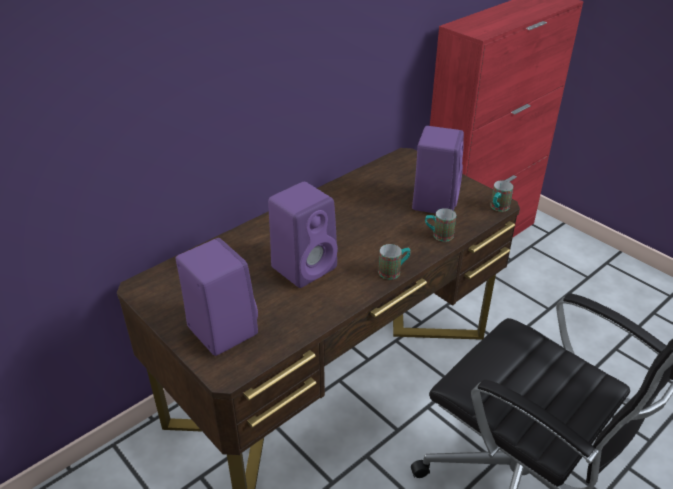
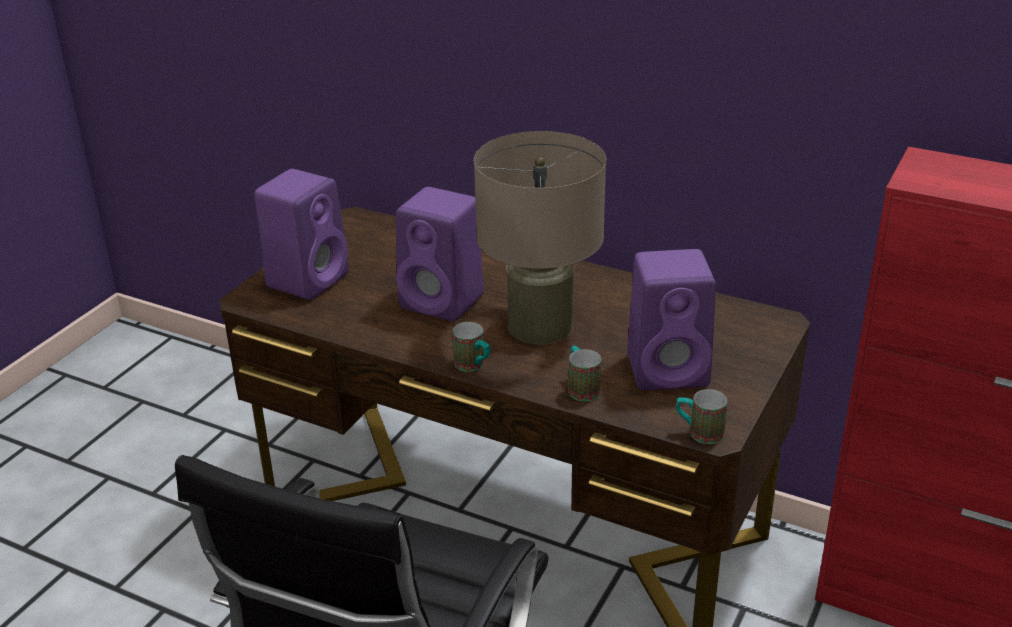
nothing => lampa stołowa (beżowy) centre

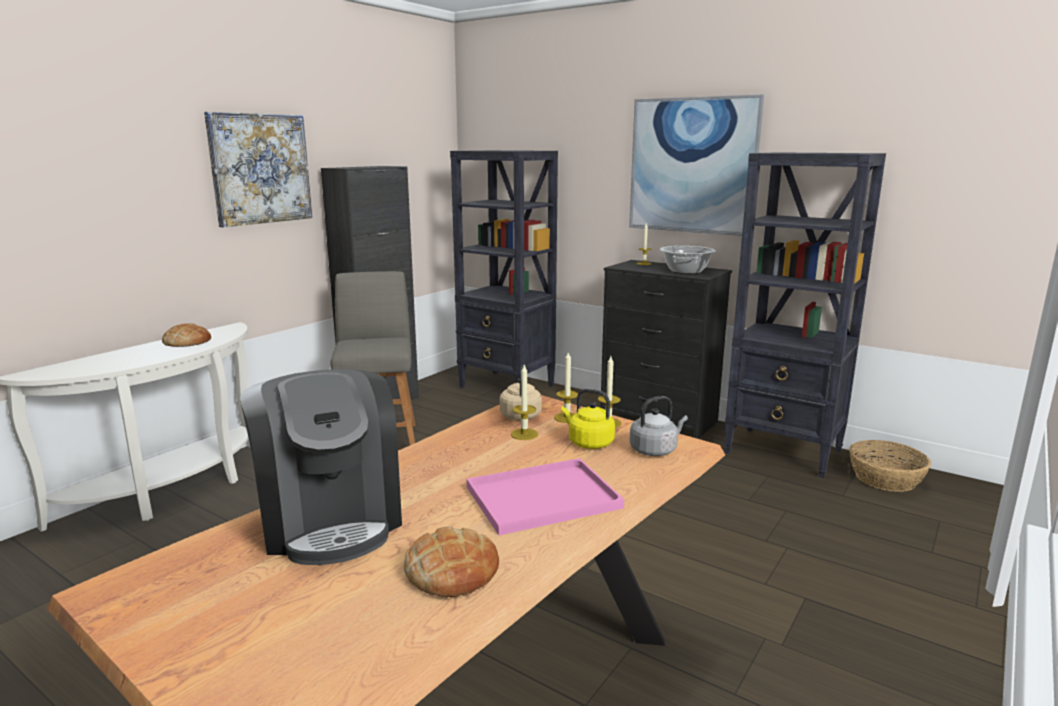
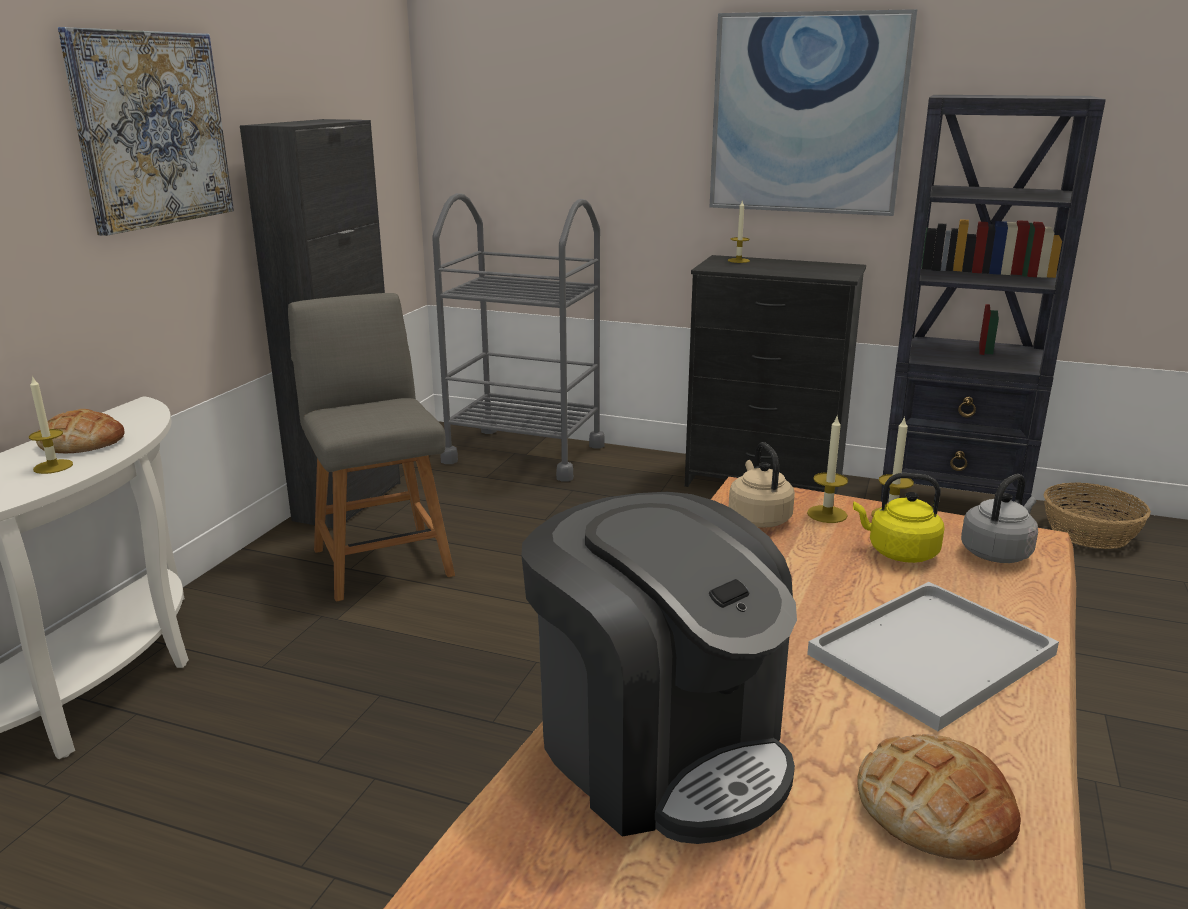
regał (czarny) (no. 1 from left) centre => wózek (szary) centre
garnek centre => nothing
świeca (no. 1 from left) centre => świeca (no. 1 from left) middle left, relocated
taca (różowy) bottom centre => taca (biały) bottom right

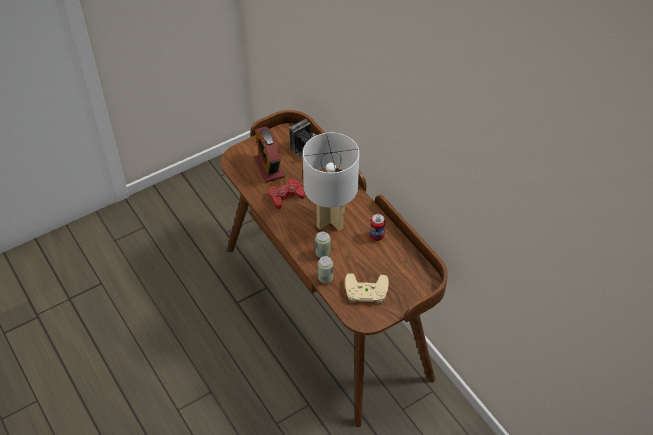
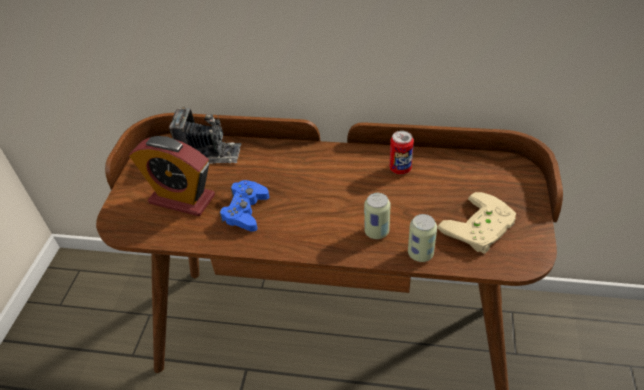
lampa stołowa (biały) centre => nothing
pad do gier (czerwony) centre => pad do gier (niebieski) centre

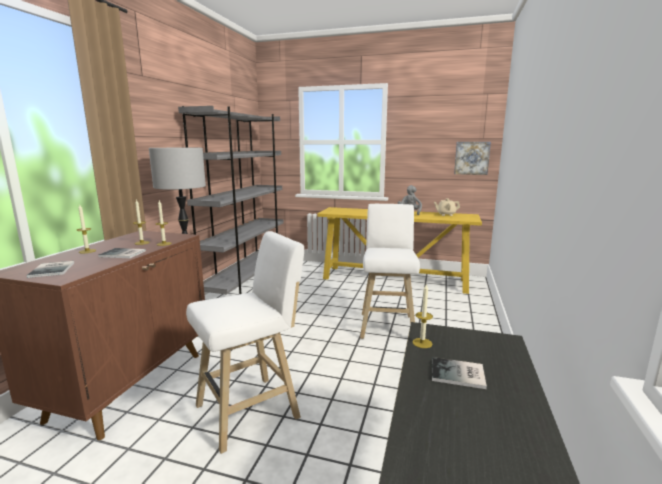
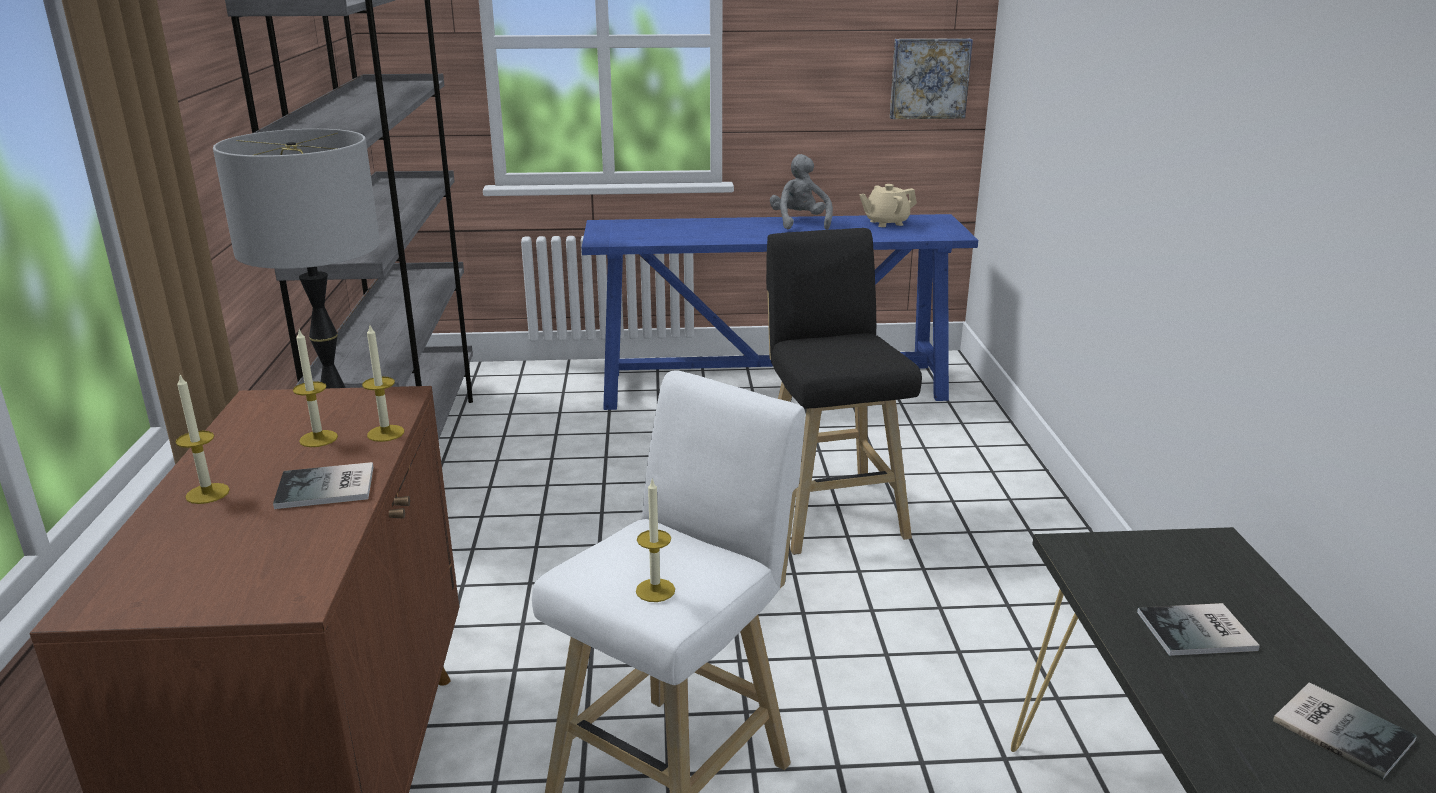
stołek (biały) (no. 2 from left) centre => stołek (czarny) centre
stolik konsolowy (żółty) centre => stolik konsolowy (niebieski) centre
książka (no. 1 from left in the first image) middle left => książka (no. 3 from left) bottom right, relocated
świeca (no. 4 from left) centre => świeca (no. 4 from left) bottom centre, relocated

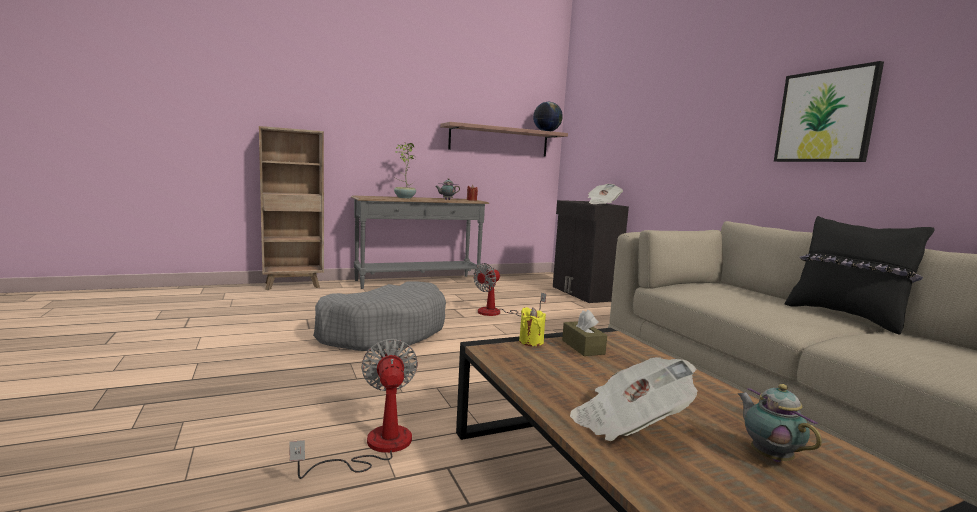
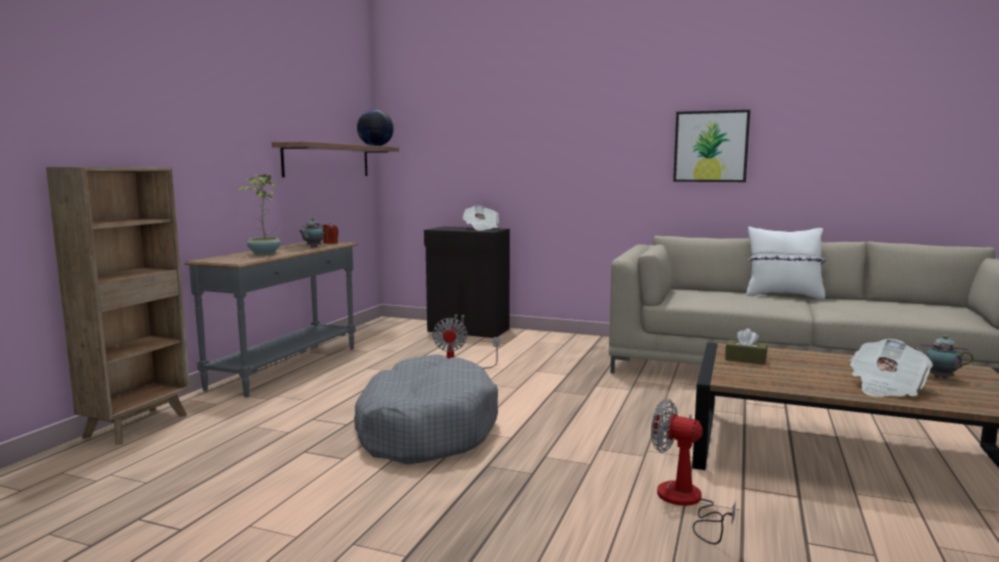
poduszka (czarny) middle right => poduszka (biały) middle right
świeca (żółty) centre => nothing

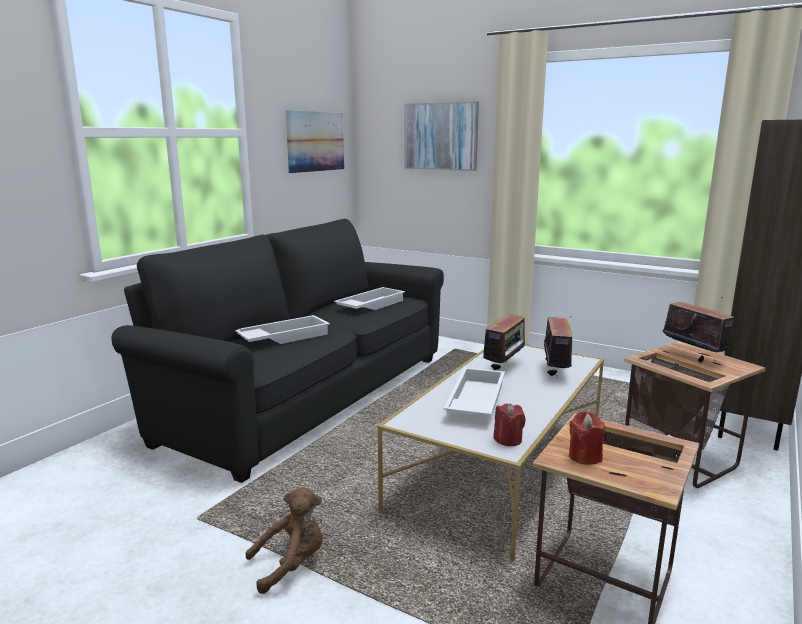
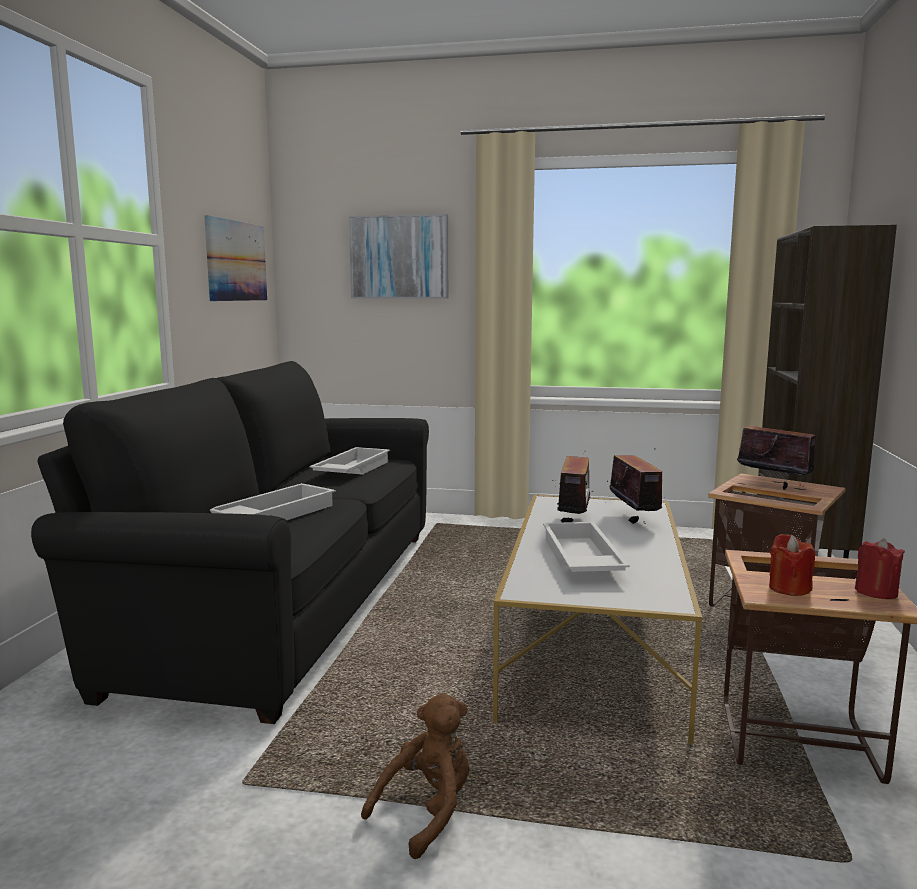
świeca (czerwony) (no. 1 from left in the first image) bottom centre => świeca (czerwony) (no. 2 from left) middle right, relocated

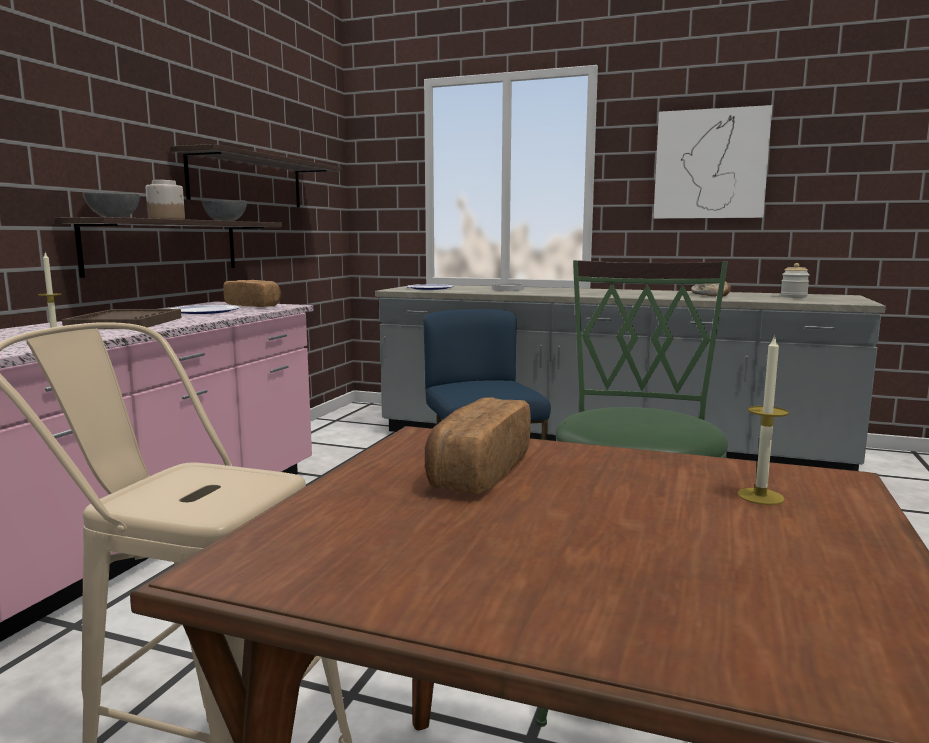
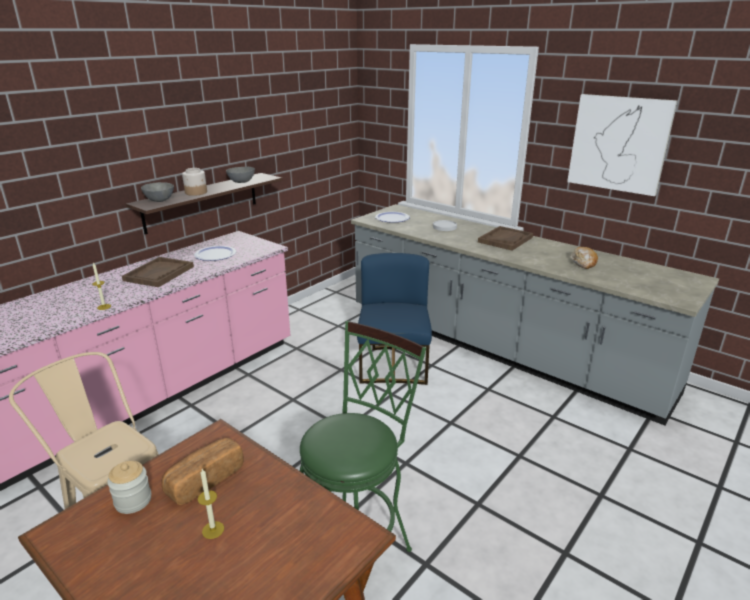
półka (no. 2 from left) top left => nothing
słoik (no. 2 from left in the first image) middle right => słoik (no. 1 from left) bottom left, relocated
chleb (no. 1 from left) middle left => nothing
świeca (no. 2 from left) middle right => świeca (no. 2 from left) bottom left, relocated
nothing => taca (brązowy) (no. 2 from left) middle right

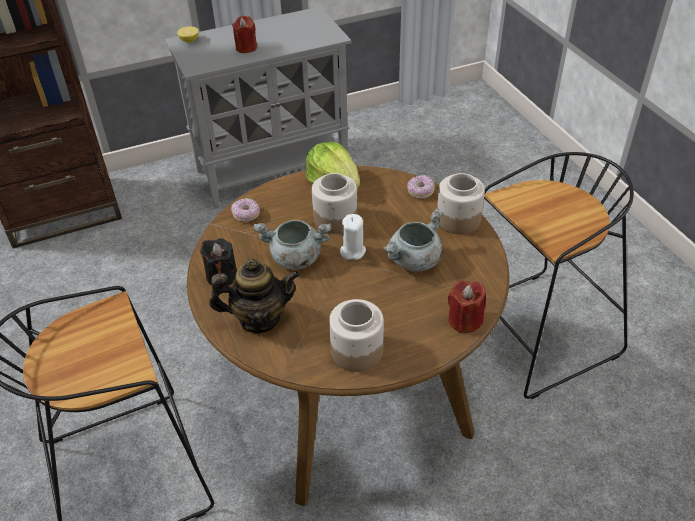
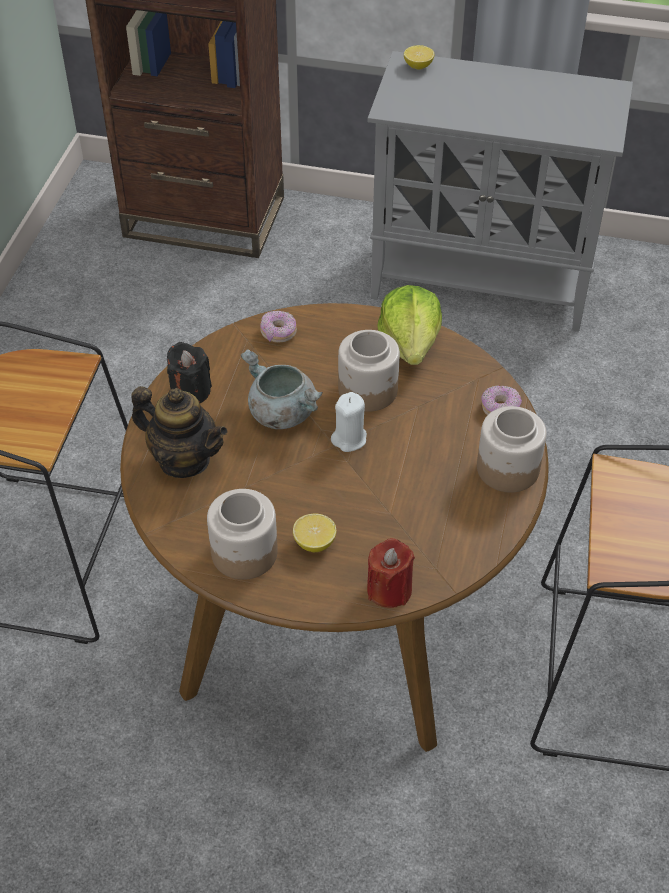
świeca (czerwony) (no. 1 from left) top centre => nothing
garnek (szary) (no. 2 from left) centre => nothing
nothing => cytryna (no. 1 from left) centre

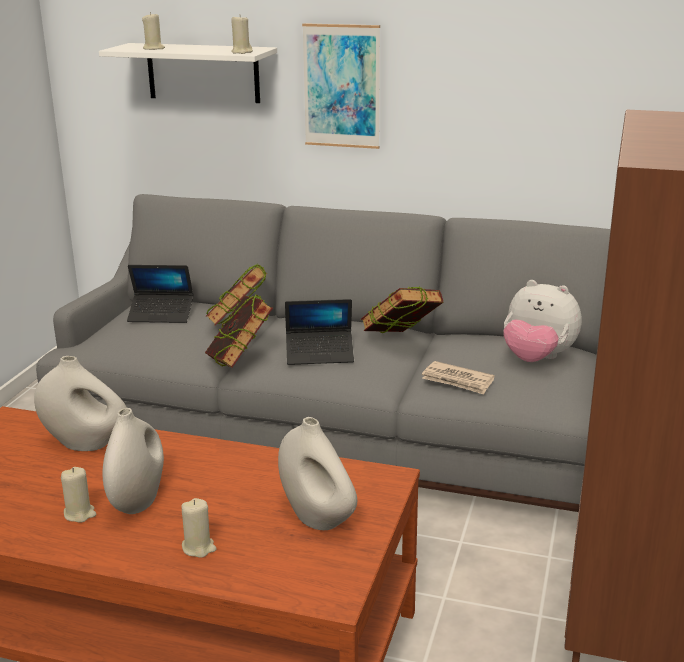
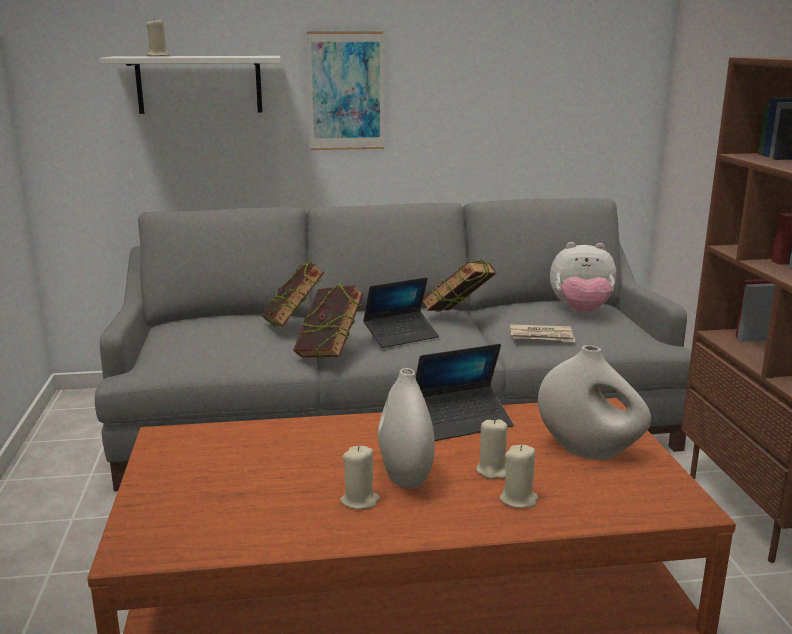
świeca (beżowy) (no. 4 from left in the first image) top centre => świeca (beżowy) (no. 3 from left) bottom centre, relocated
laptop (no. 1 from left in the first image) middle left => laptop (no. 2 from left) centre, relocated
wazon (biały) (no. 1 from left) middle left => nothing

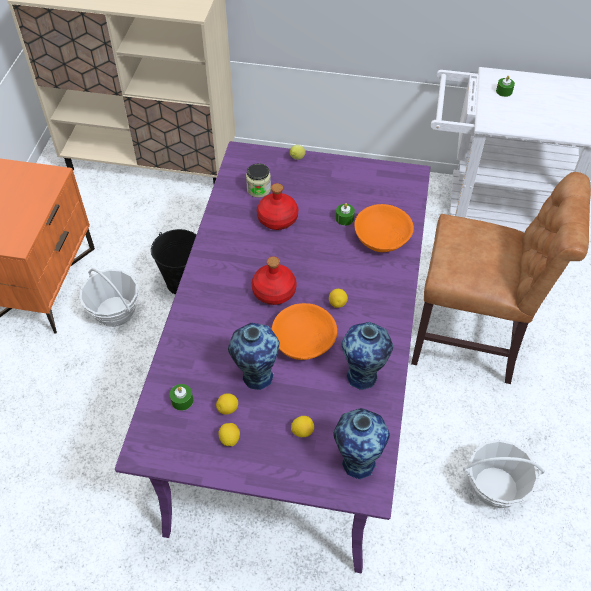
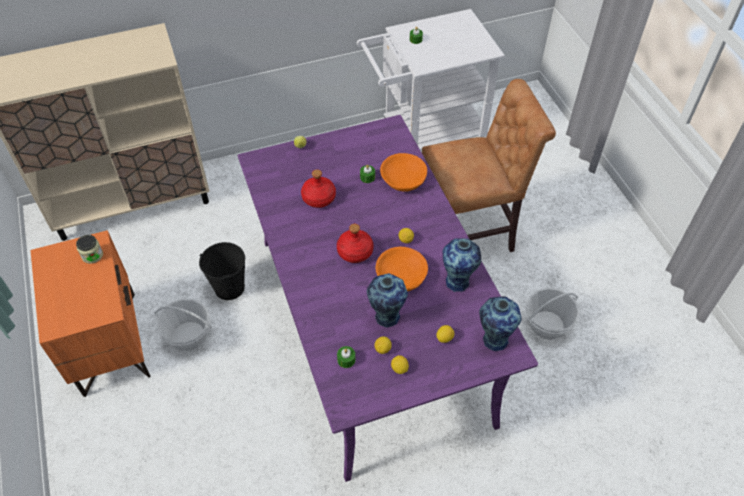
słoik top centre => słoik middle left, relocated

